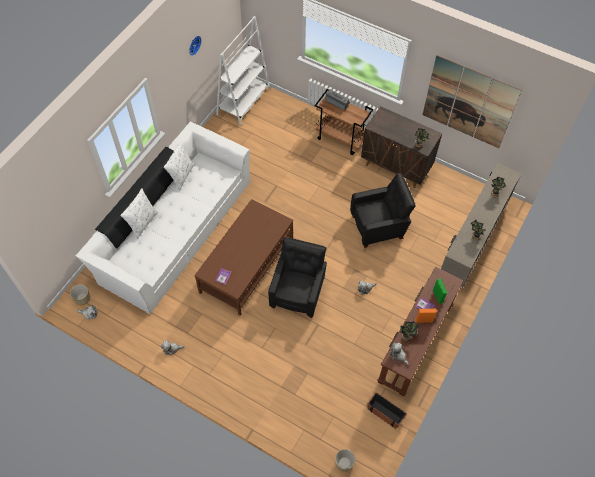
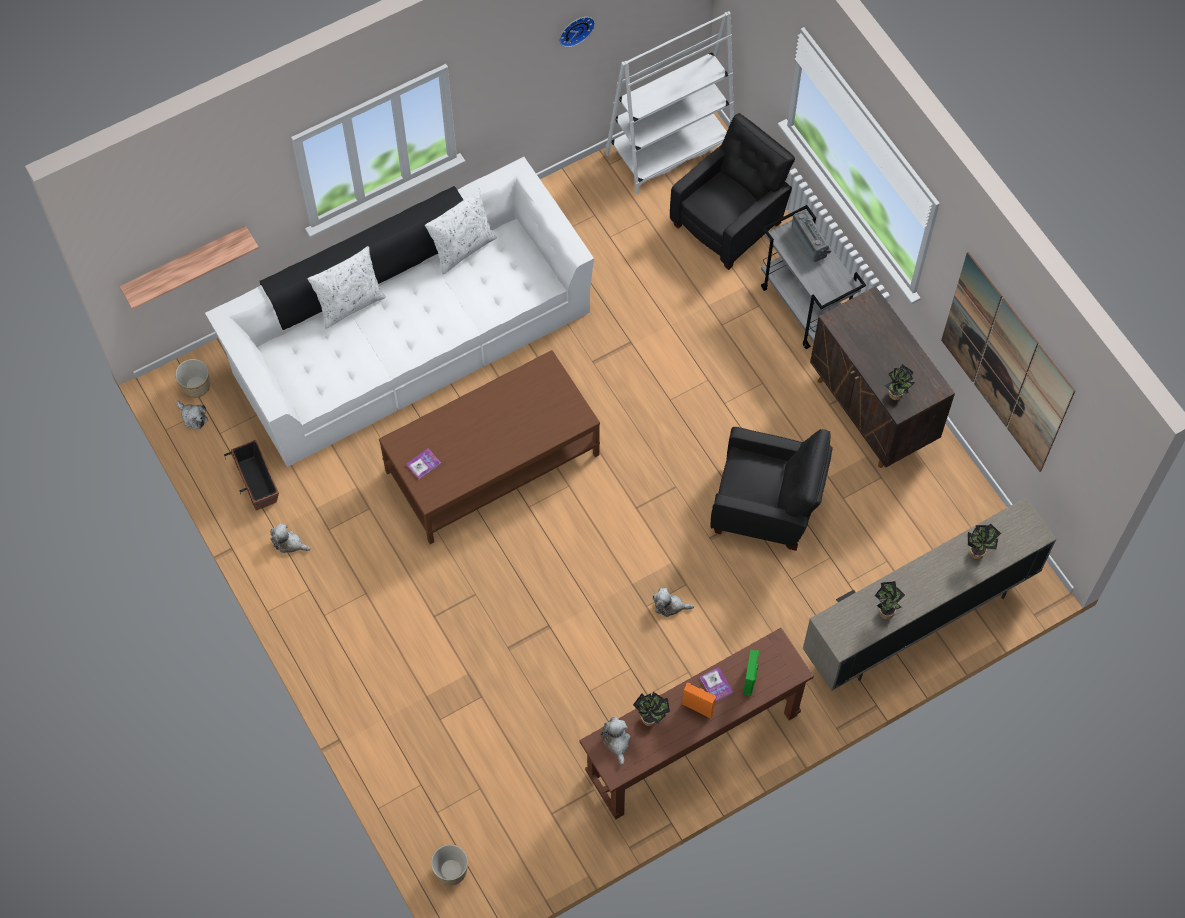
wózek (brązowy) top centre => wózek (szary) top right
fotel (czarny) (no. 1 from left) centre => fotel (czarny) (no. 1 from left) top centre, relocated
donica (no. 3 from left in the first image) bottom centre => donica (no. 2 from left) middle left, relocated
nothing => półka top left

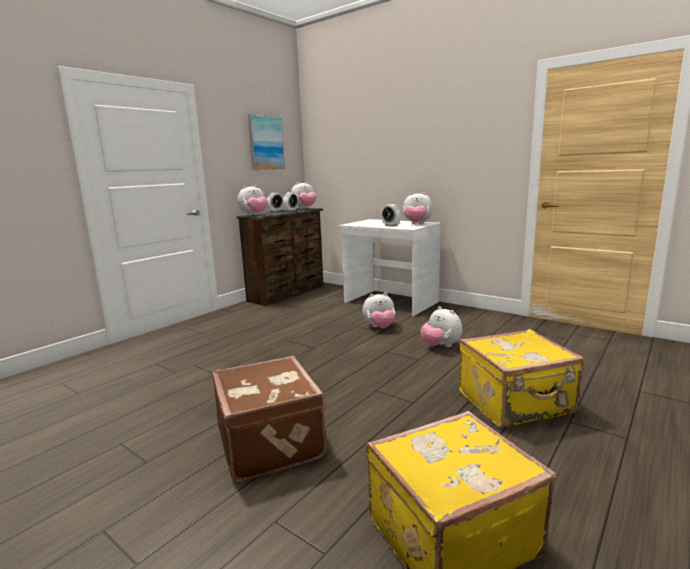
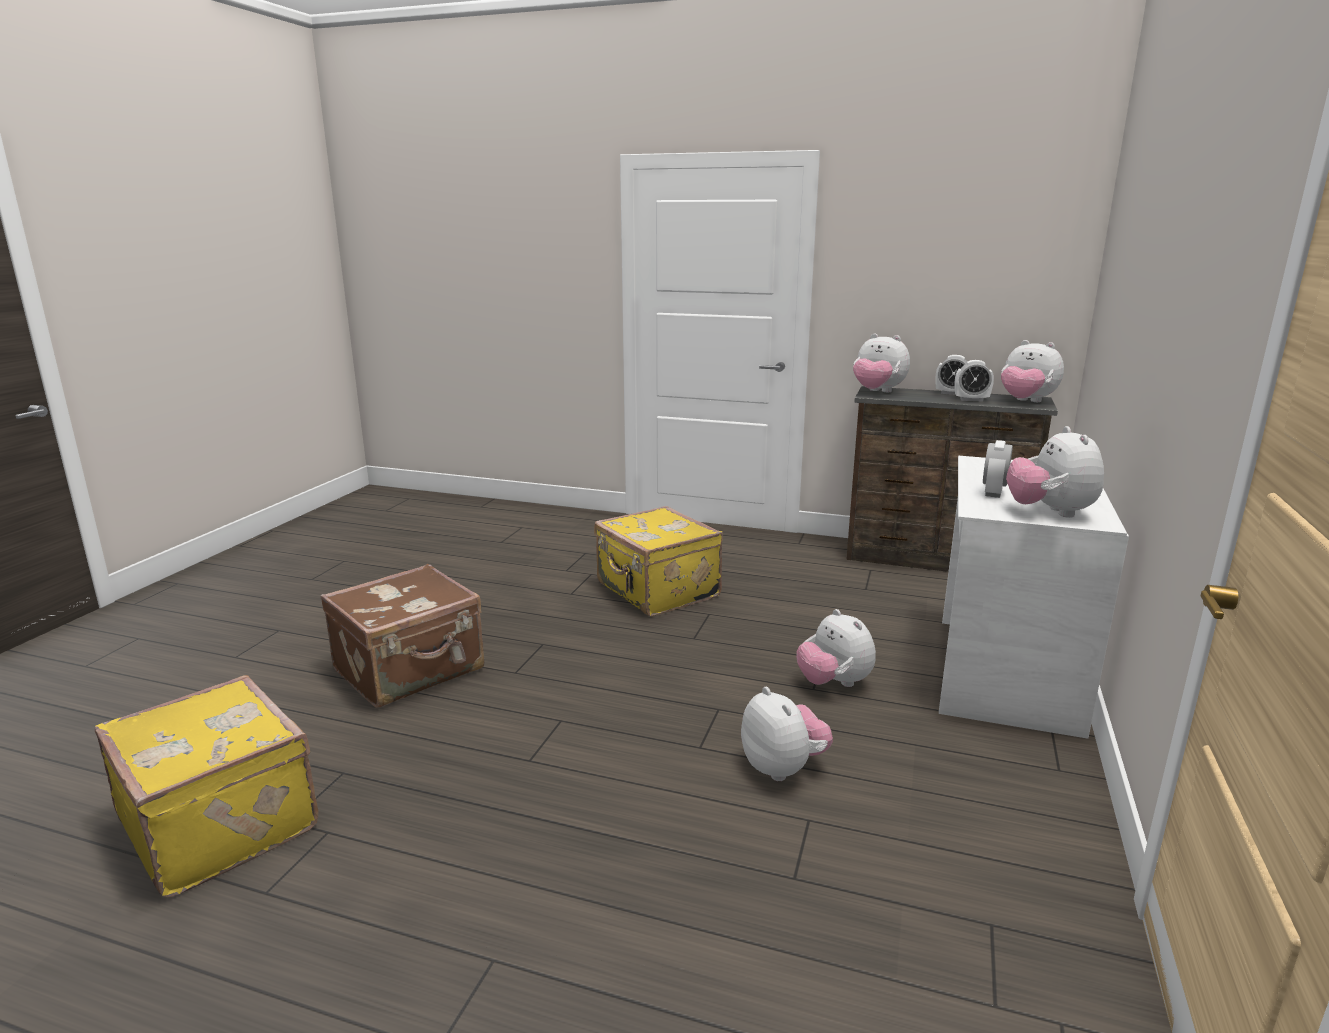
obraz top centre => nothing
pluszak (no. 5 from left in the first image) centre => pluszak (no. 1 from left) bottom centre, 120 degrees clockwise
walizka (żółty) (no. 2 from left) middle right => walizka (żółty) (no. 2 from left) centre, relocated

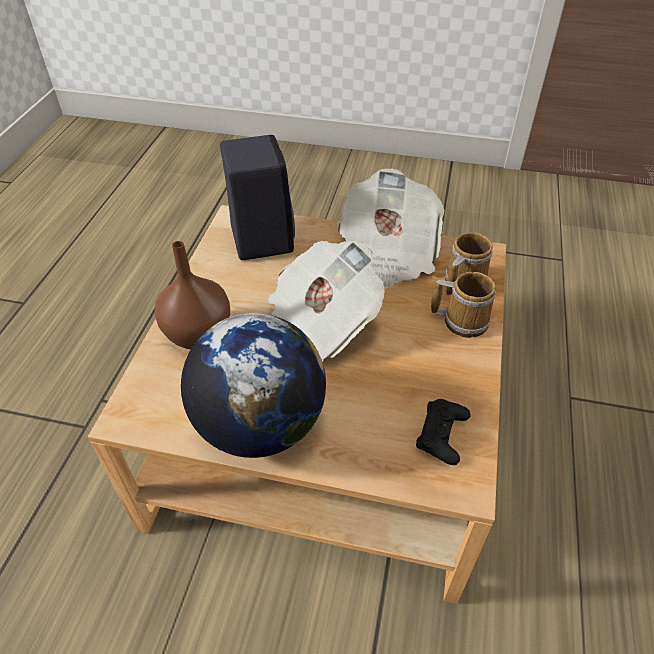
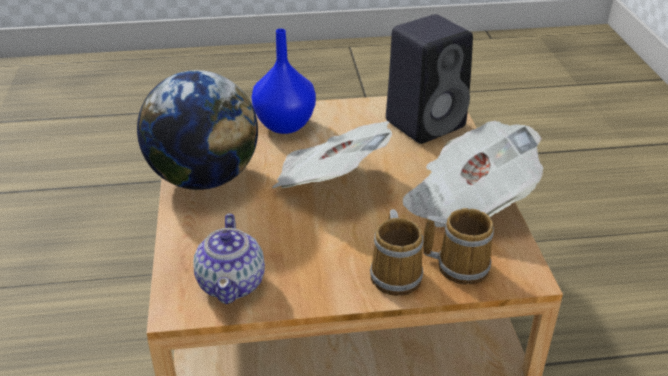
wazon (brązowy) middle left => wazon (niebieski) top centre
pad do gier (czarny) middle right => imbryk bottom centre

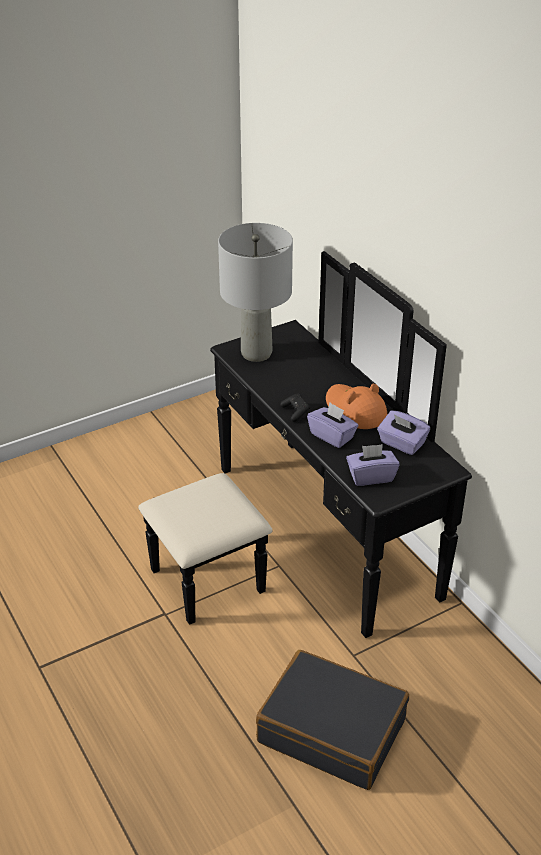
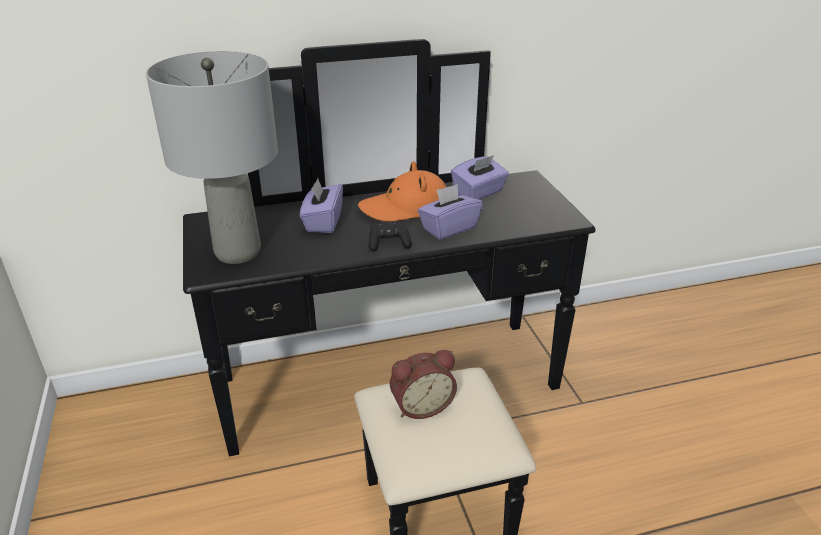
pudełko chusteczek (fioletowy) (no. 2 from left in the first image) middle right => pudełko chusteczek (fioletowy) (no. 1 from left) centre, relocated
walizka (czarny) bottom centre => nothing
nothing => budzik bottom centre

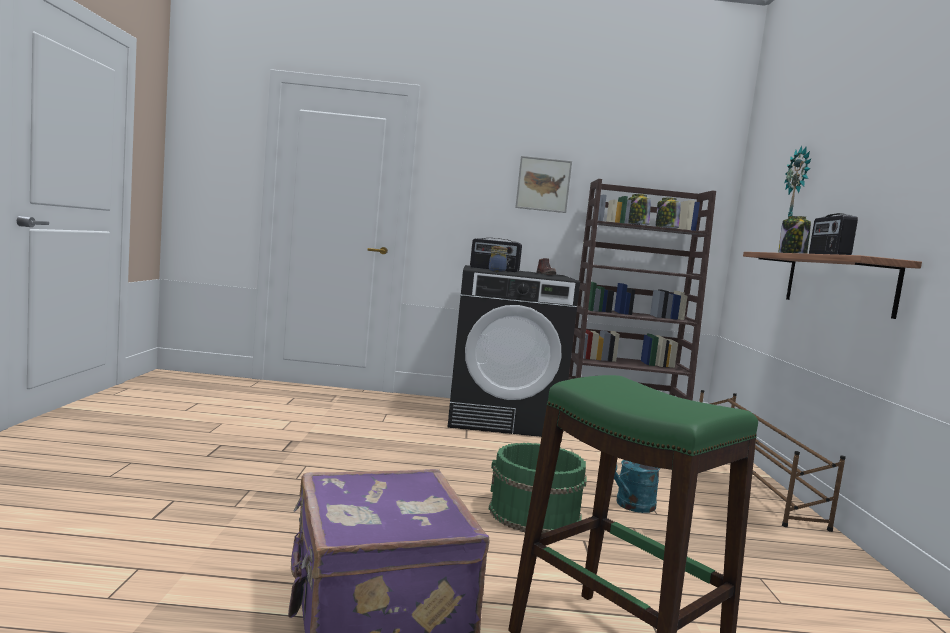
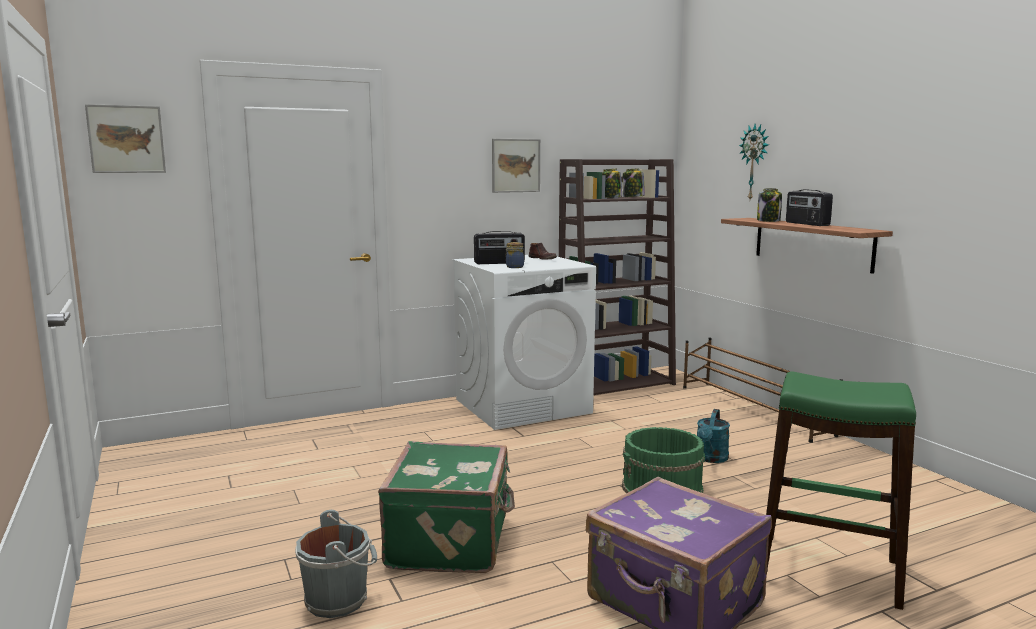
pralka (czarny) centre => pralka (biały) centre
nothing => obraz (no. 1 from left) top left
nothing => walizka (zielony) bottom centre
nothing => wiadro (szary) bottom left

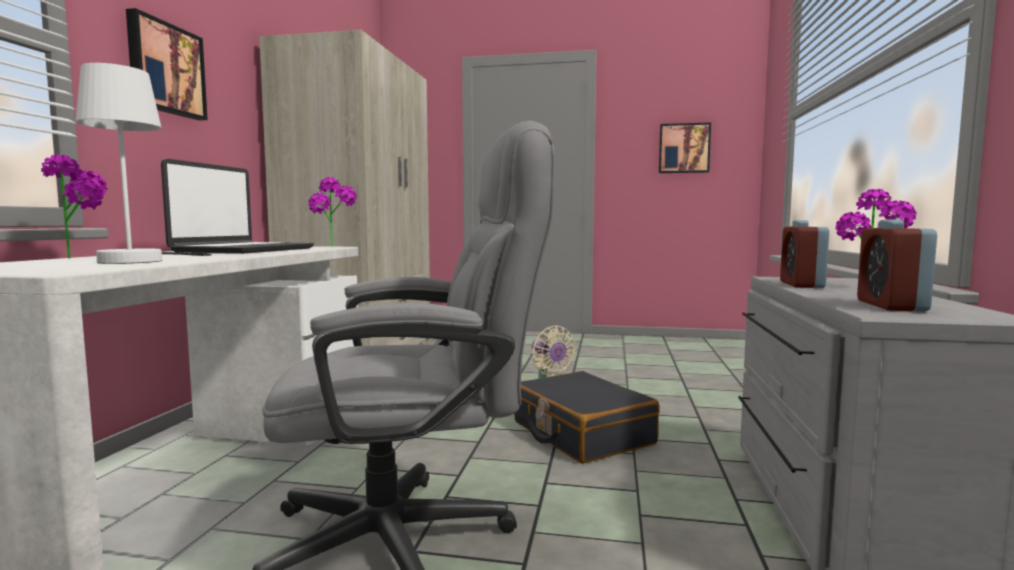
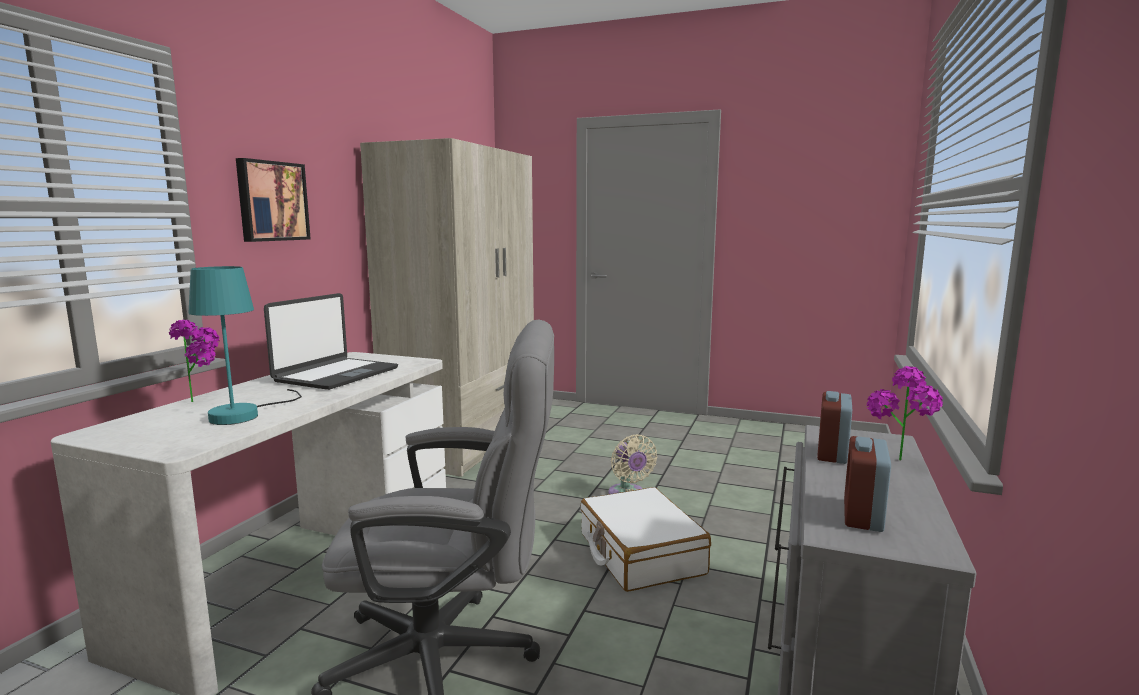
lampa stołowa (biały) top left => lampa stołowa (turkusowy) middle left
obraz (no. 2 from left) top right => nothing
roślina doniczkowa (no. 2 from left) middle left => nothing
walizka (czarny) bottom centre => walizka (biały) bottom centre

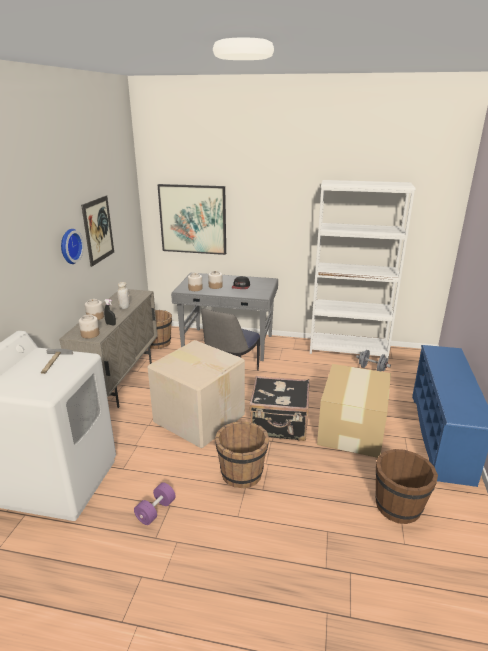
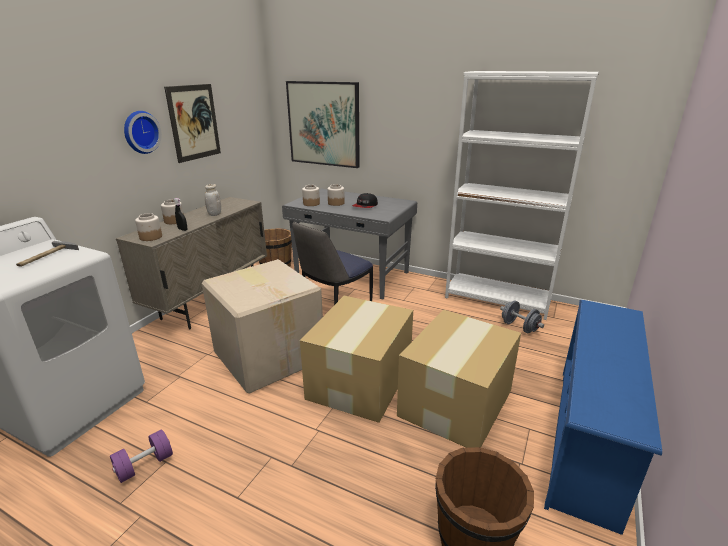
walizka (czarny) centre => karton (no. 2 from left) centre
wiadro (brązowy) (no. 2 from left) bottom centre => nothing

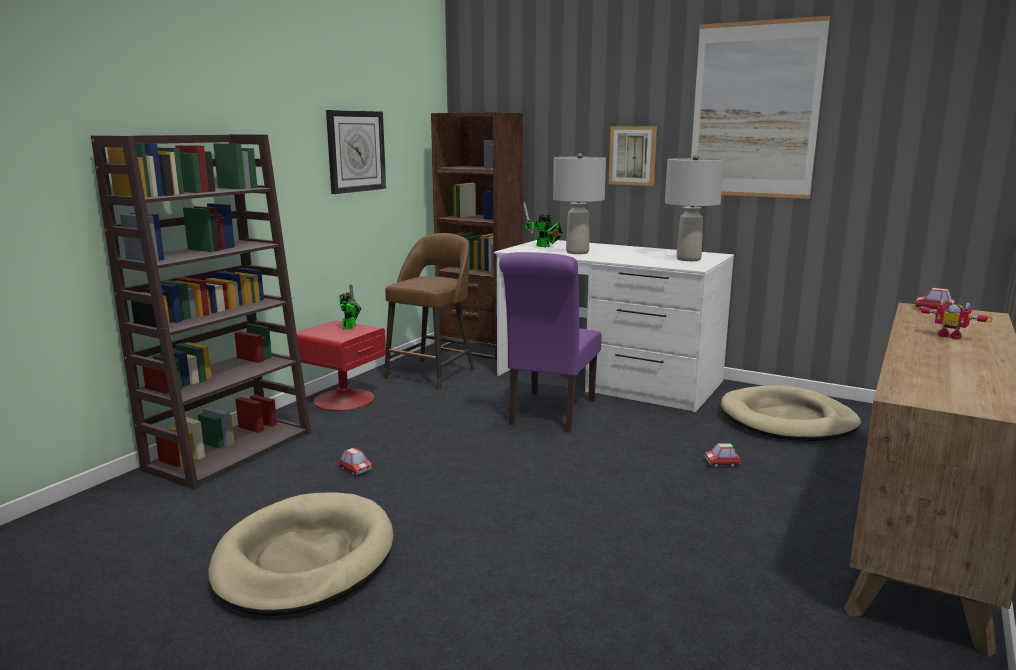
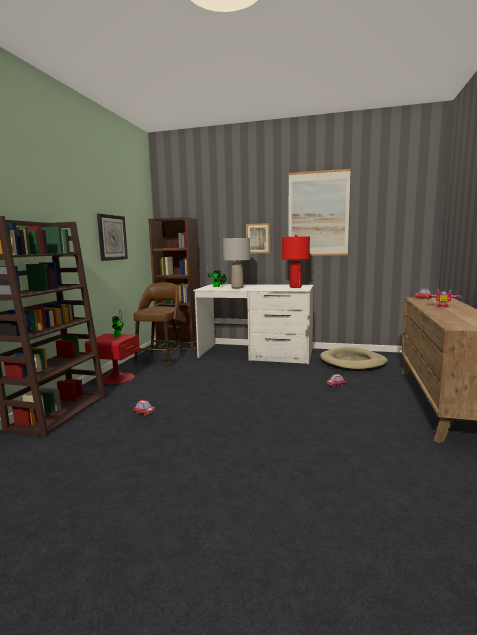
lampa stołowa (szary) (no. 2 from left) top right => lampa stołowa (czerwony) centre
krzesło (fioletowy) centre => nothing
legowisko (beżowy) (no. 1 from left) bottom left => nothing

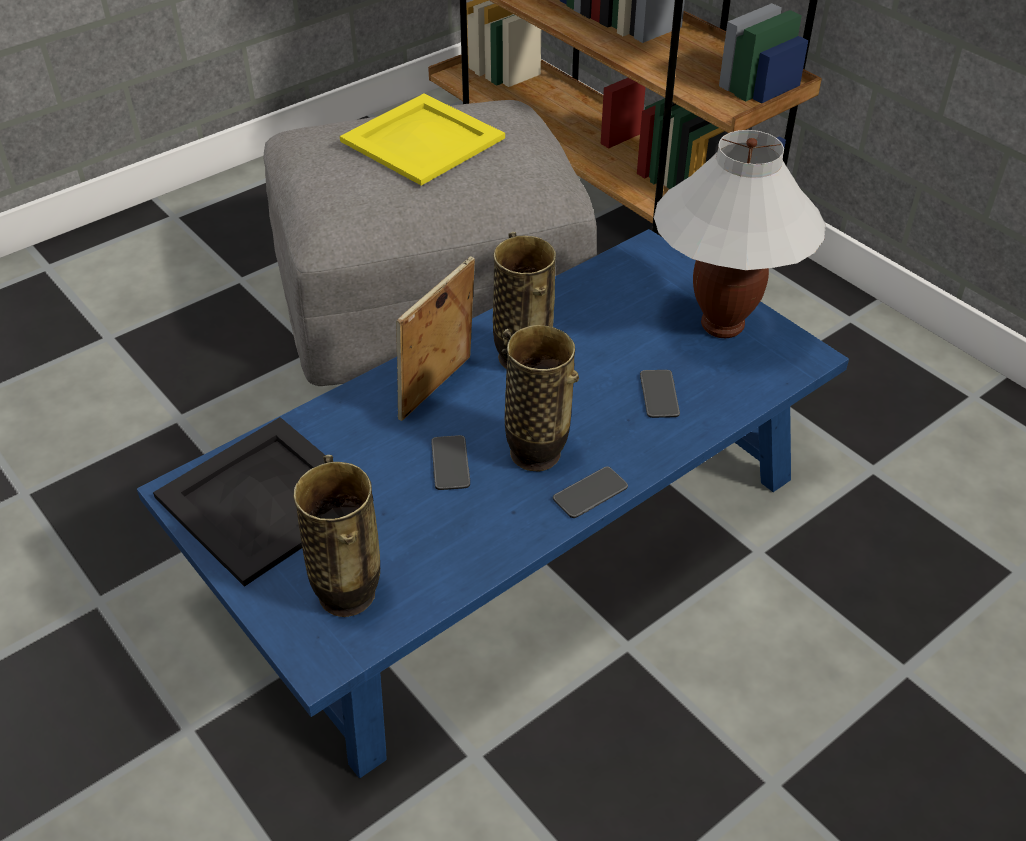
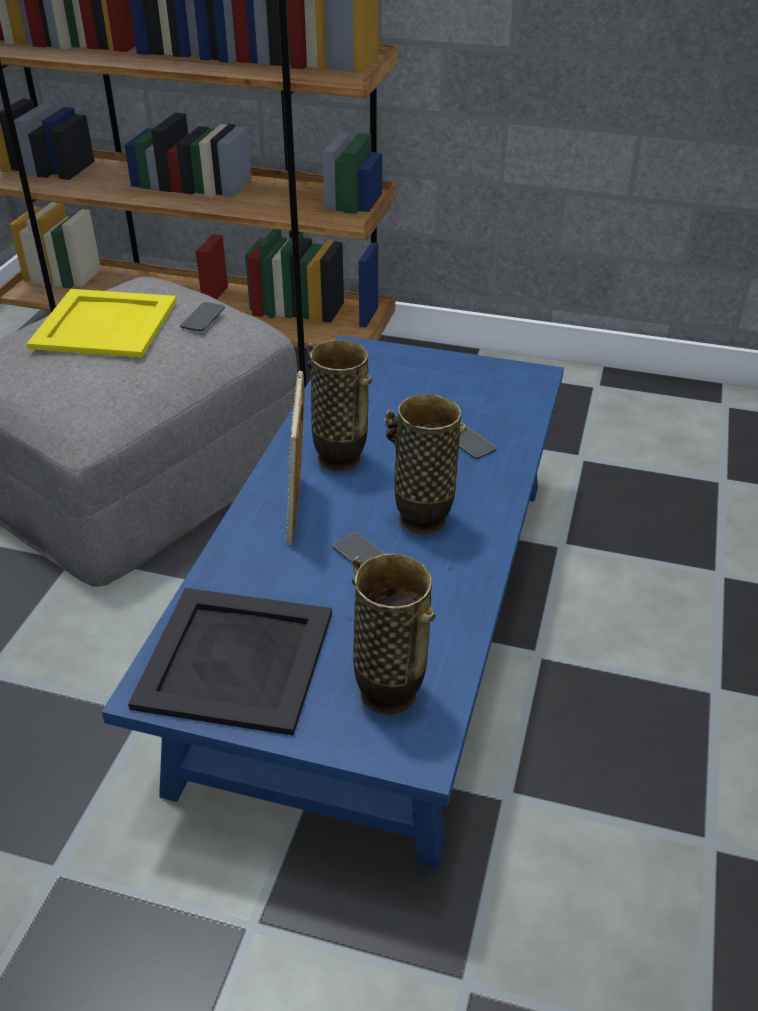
lampa stołowa (biały) top right => nothing
telefon (no. 2 from left in the first image) centre => telefon (no. 1 from left) top left, relocated

